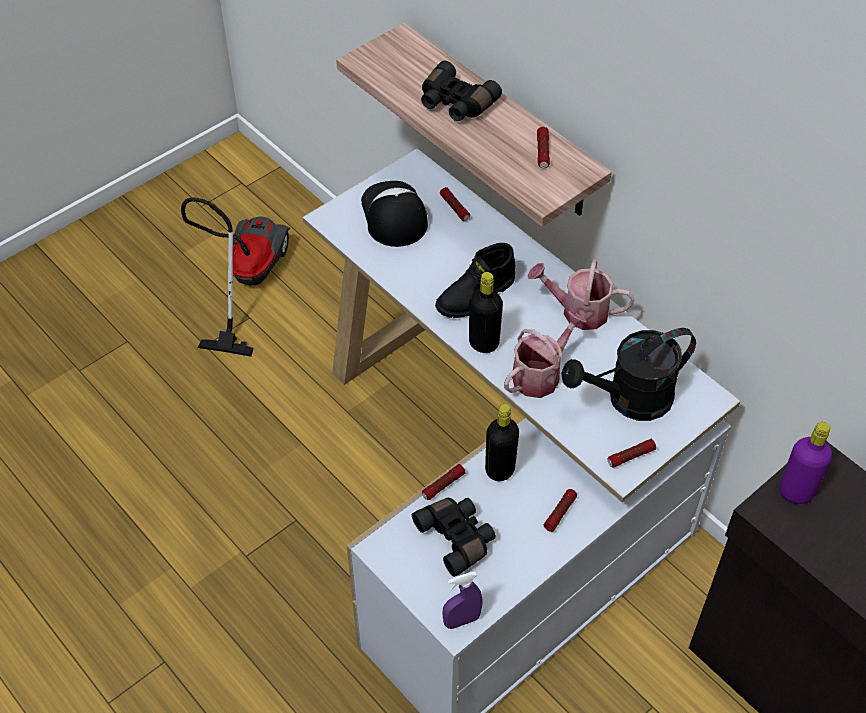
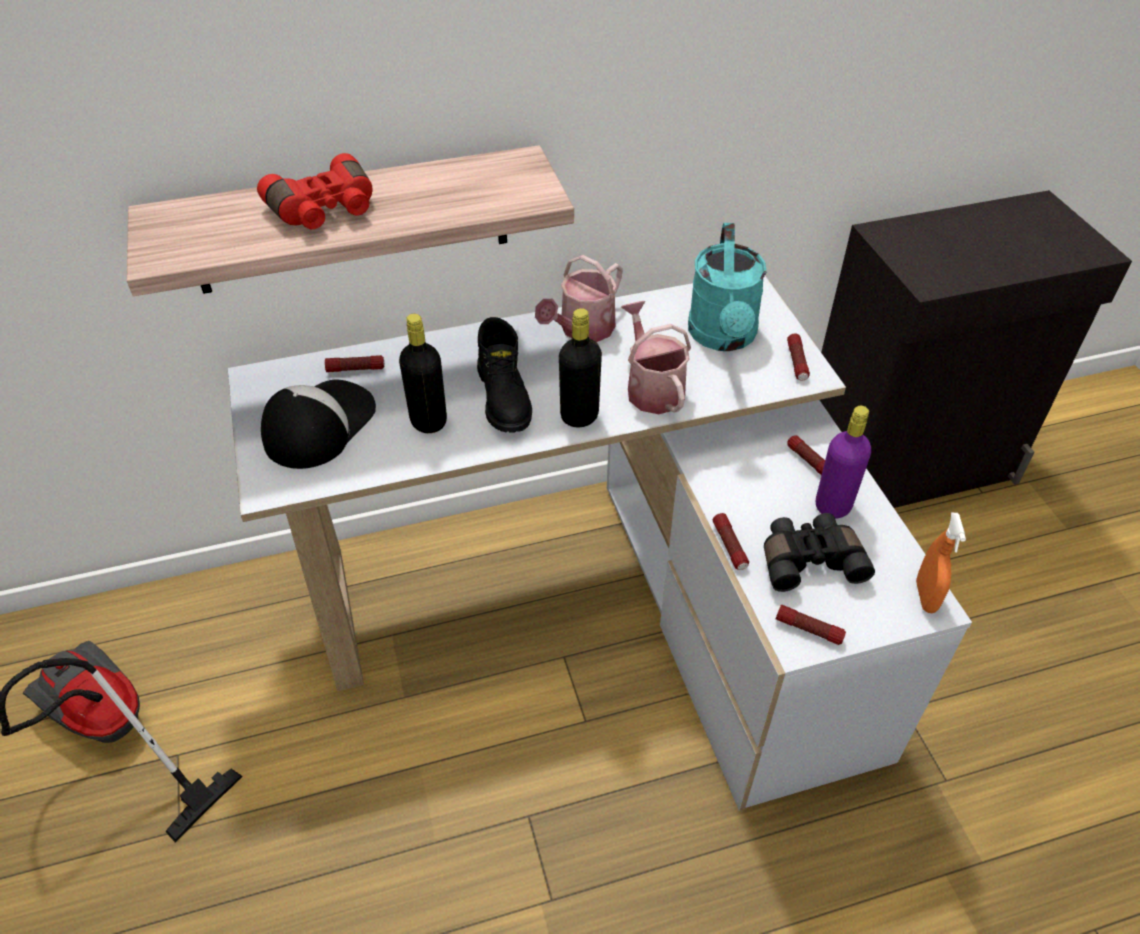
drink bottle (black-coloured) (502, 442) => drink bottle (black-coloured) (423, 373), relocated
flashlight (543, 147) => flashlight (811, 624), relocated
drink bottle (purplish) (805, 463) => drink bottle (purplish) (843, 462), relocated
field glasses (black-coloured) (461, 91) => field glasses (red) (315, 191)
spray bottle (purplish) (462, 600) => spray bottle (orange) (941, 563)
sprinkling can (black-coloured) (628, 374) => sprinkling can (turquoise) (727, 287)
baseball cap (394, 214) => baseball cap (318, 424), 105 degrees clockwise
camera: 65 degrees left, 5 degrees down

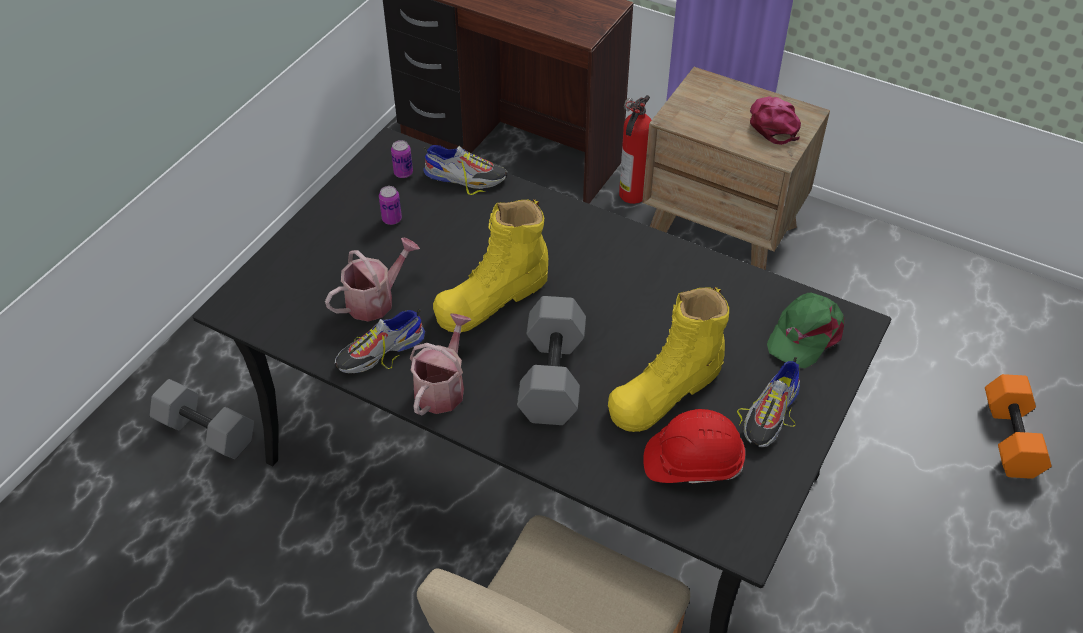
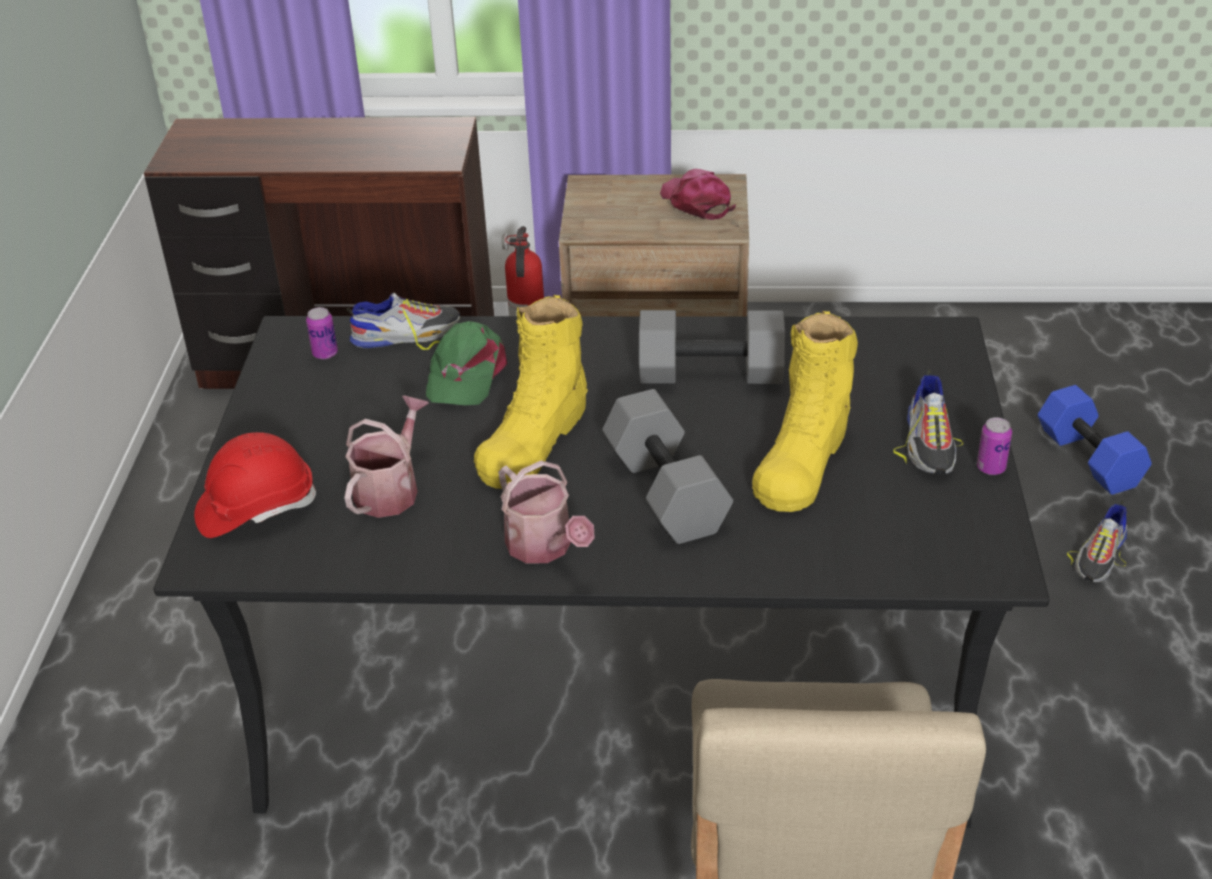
hand weight (grey) (202, 419) => hand weight (grey) (712, 347), relocated
item of footwear (380, 341) => item of footwear (1097, 541), relocated
metal can (390, 205) => metal can (994, 446), relocated
hard hat (red) (694, 446) => hard hat (red) (255, 485), relocated
baseball cap (green) (805, 330) => baseball cap (green) (466, 363), relocated
hand weight (orange) (1018, 426) => hand weight (blue) (1095, 440)
sprinkling can (440, 364) => sprinkling can (546, 512), 150 degrees clockwise
camera: 25 degrees left, 10 degrees down

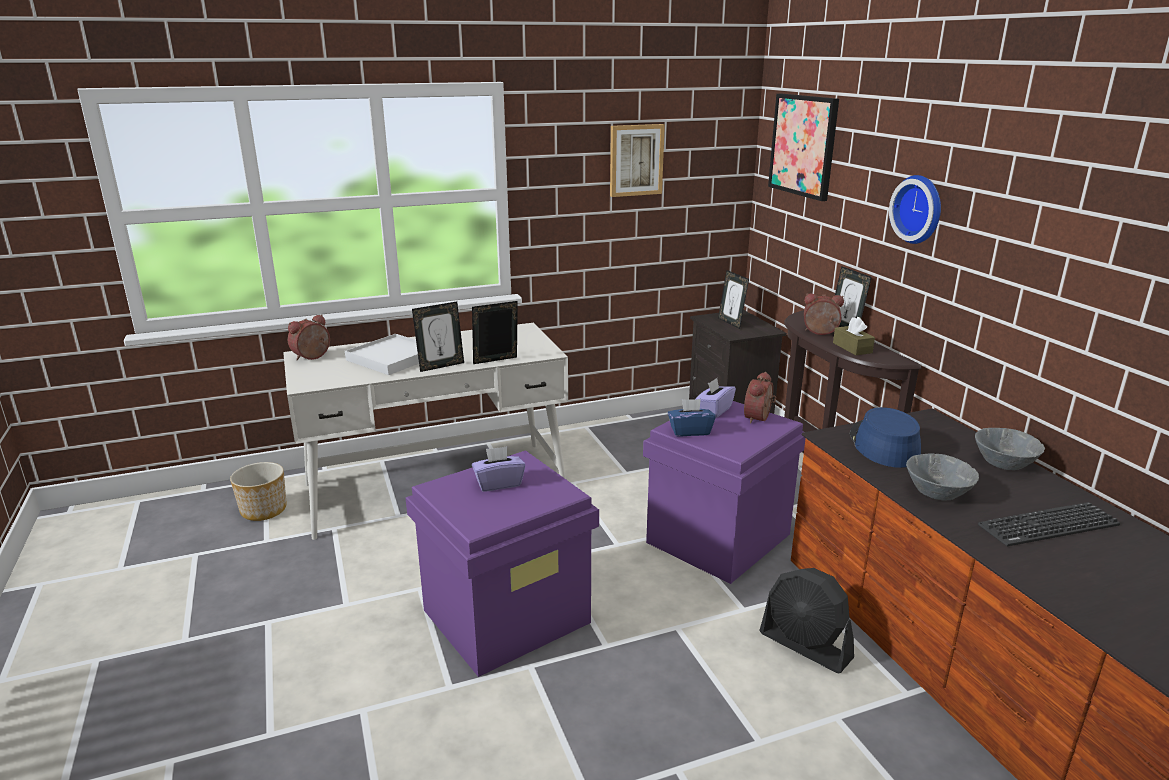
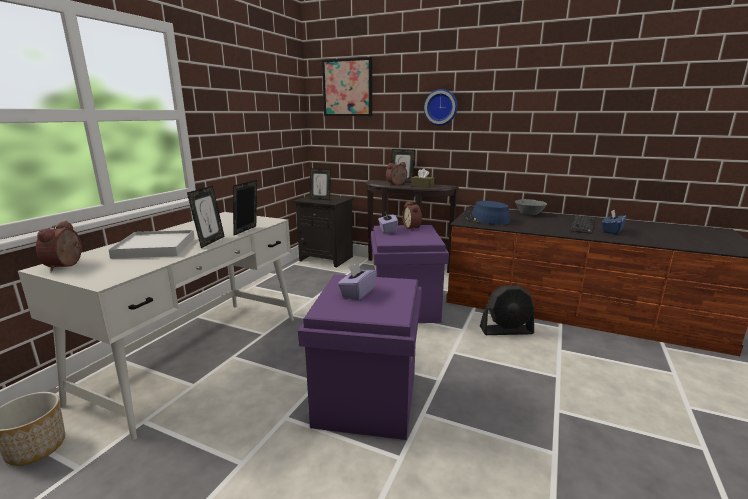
wall art (637, 160) => nothing
deep dish (grey) (942, 477) => nothing
tissue box (blue) (692, 417) => tissue box (blue) (614, 222), relocated
camera: 45 degrees left, 5 degrees down

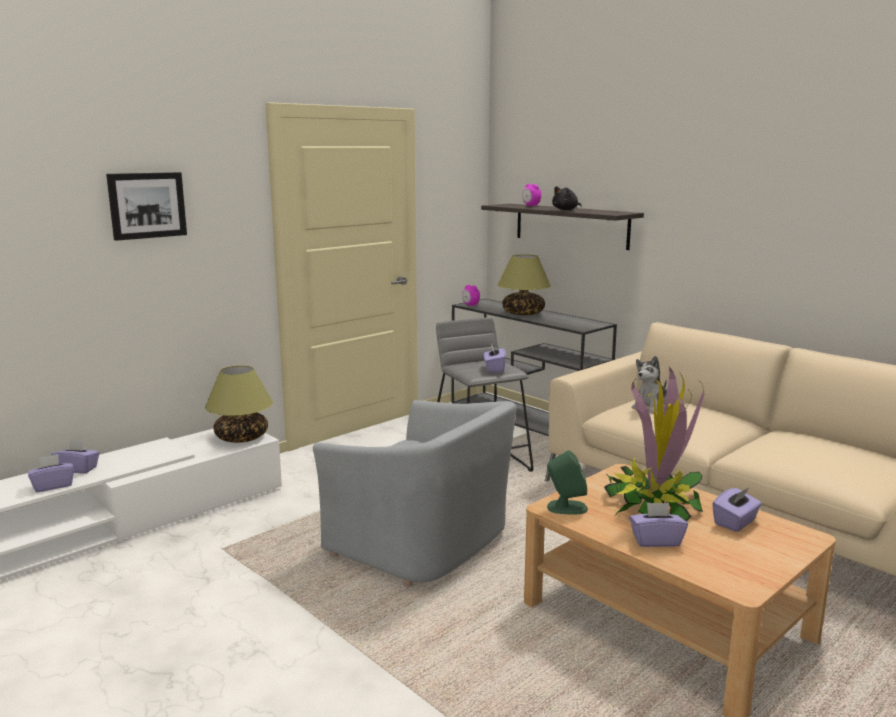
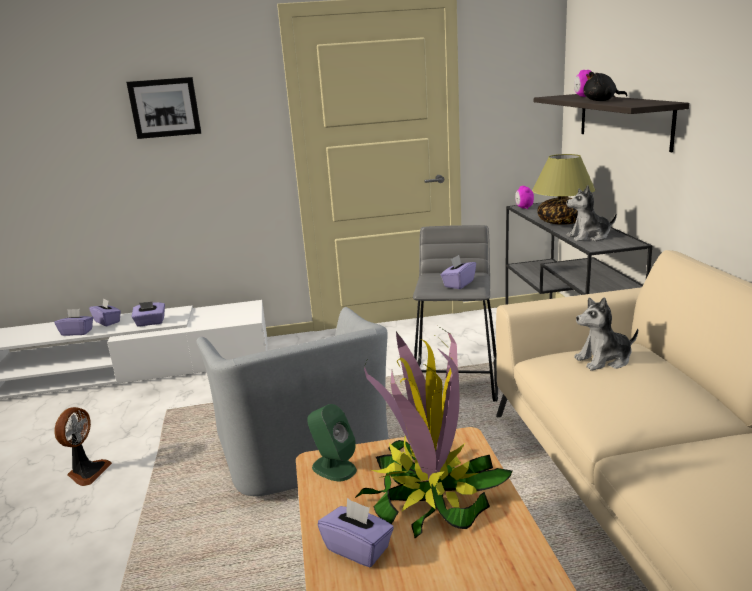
table lamp (239, 404) => nothing
nothing => electric fan (83, 446)
nothing => soft toy (591, 213)
tissue box (purplish) (737, 509) => tissue box (purplish) (148, 314), relocated
camera: 35 degrees right, 5 degrees up

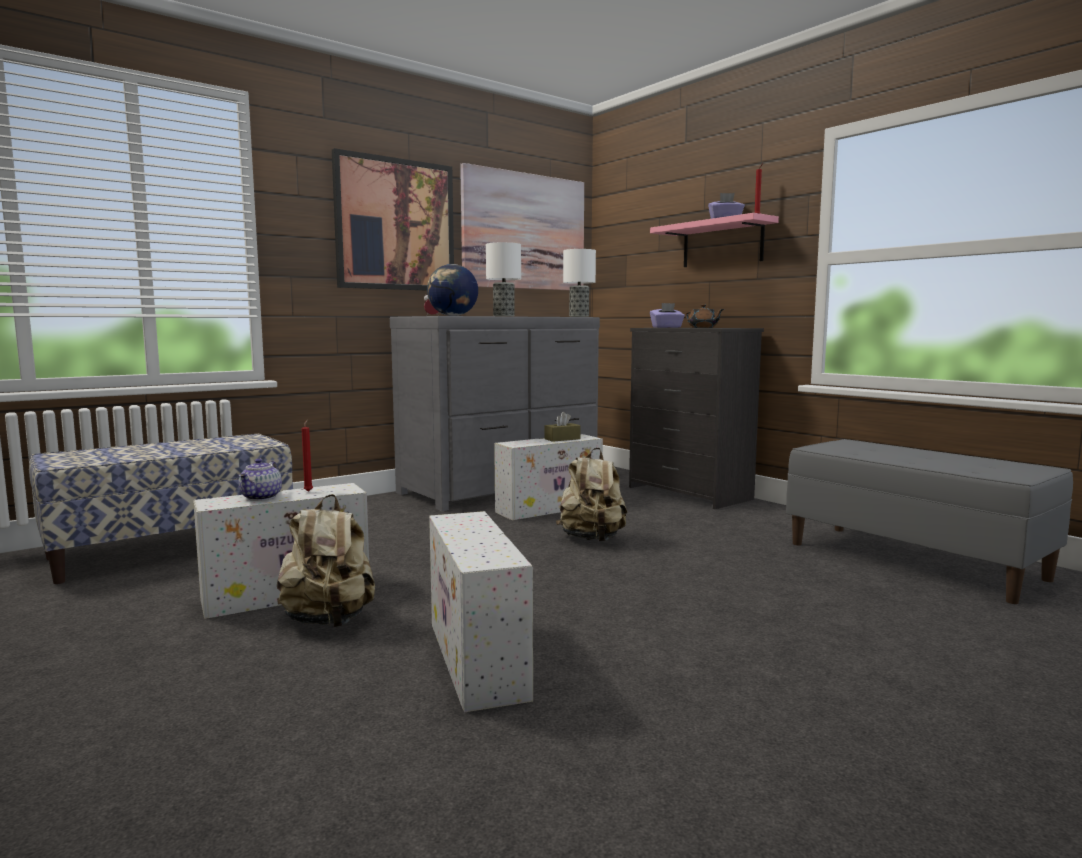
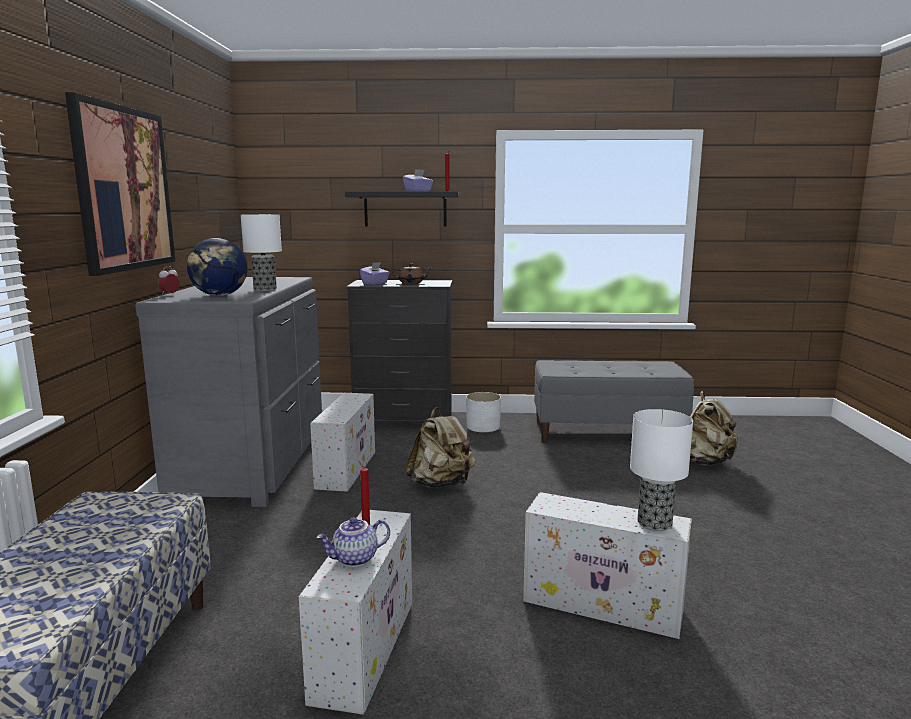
wall art (522, 226) => nothing
tissue box (brown) (562, 427) => nothing
nothing => planter (whitish) (483, 412)
rucksack (sand-coloured) (326, 560) => rucksack (sand-coloured) (714, 428), relocated
table lamp (579, 283) => table lamp (661, 470), relocated
shelf (pink) (714, 240) => shelf (black-coloured) (402, 209)
tea pot (260, 480) => tea pot (353, 542), 105 degrees clockwise
camera: 50 degrees left, 5 degrees up

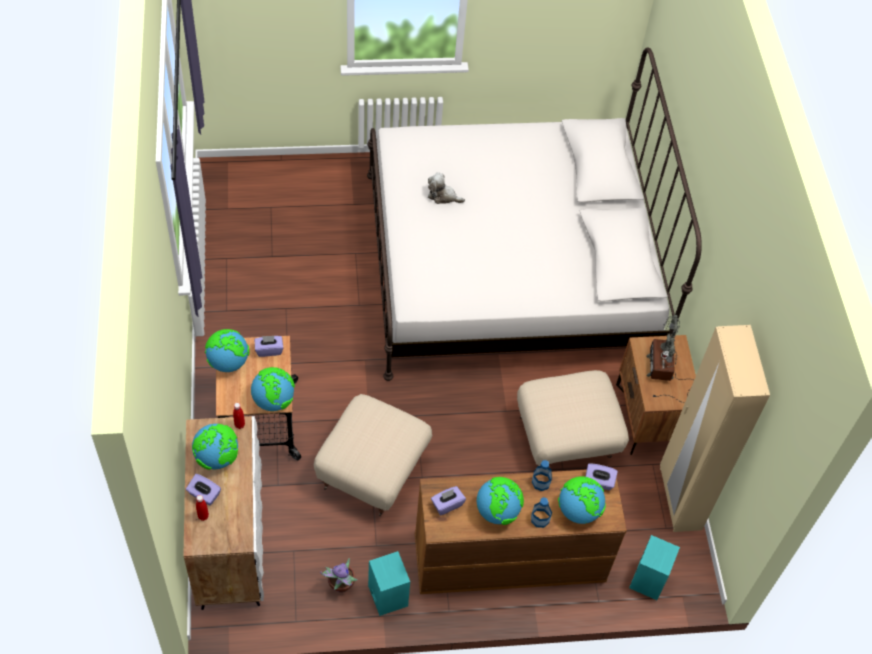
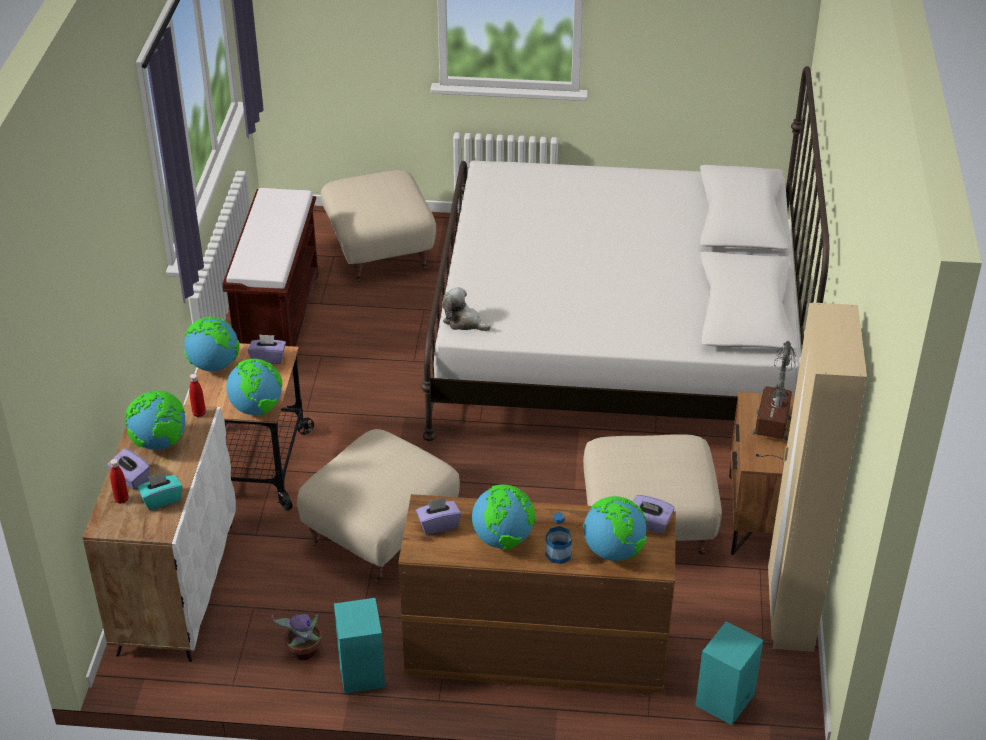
drink bottle (542, 475) => nothing
nothing => tissue box (turquoise) (159, 491)
nothing => indoor bench (brown) (270, 267)
nothing => footrest (sand-coloured) (378, 226)
soft toy (446, 188) => soft toy (466, 309), relocated
camera: 15 degrees right, 15 degrees down

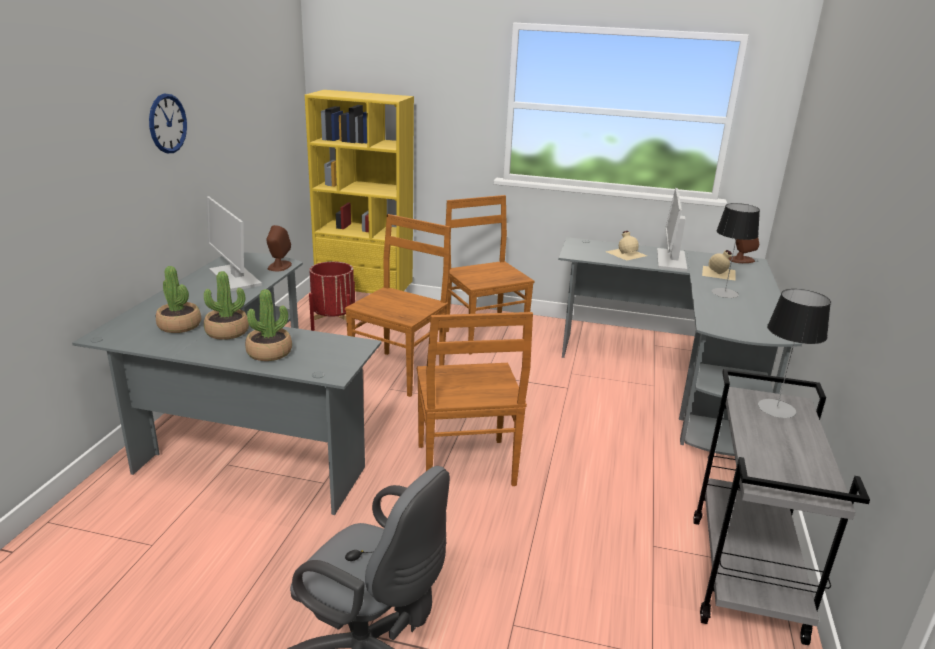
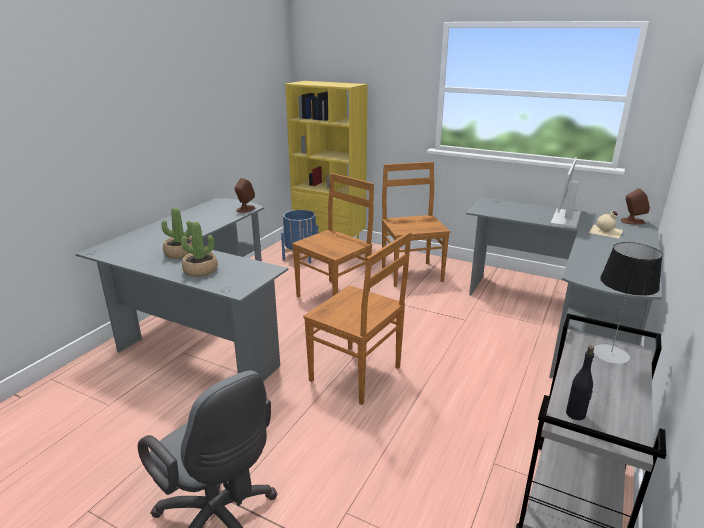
wall clock (168, 123) => nothing
houseplant (178, 299) => nothing
computer display (234, 243) => nothing
drink bottle (sand-coloured) (626, 246) => nothing
table lamp (735, 250) => nothing
nothing => drink bottle (black-coloured) (580, 383)
planter (red) (332, 296) => planter (blue) (299, 236)
chair (brown) (475, 399) => chair (brown) (357, 318), 60 degrees counterclockwise
camera: 15 degrees right, 0 degrees up

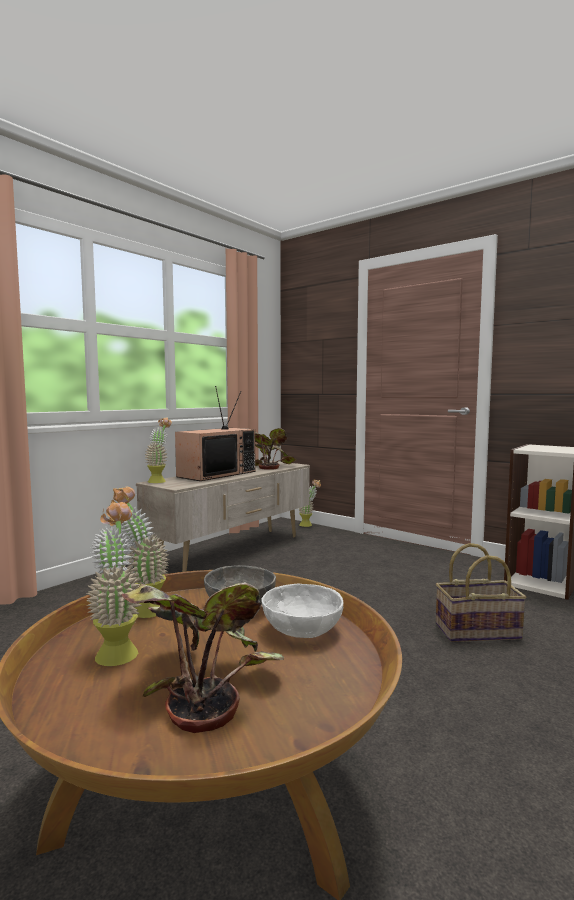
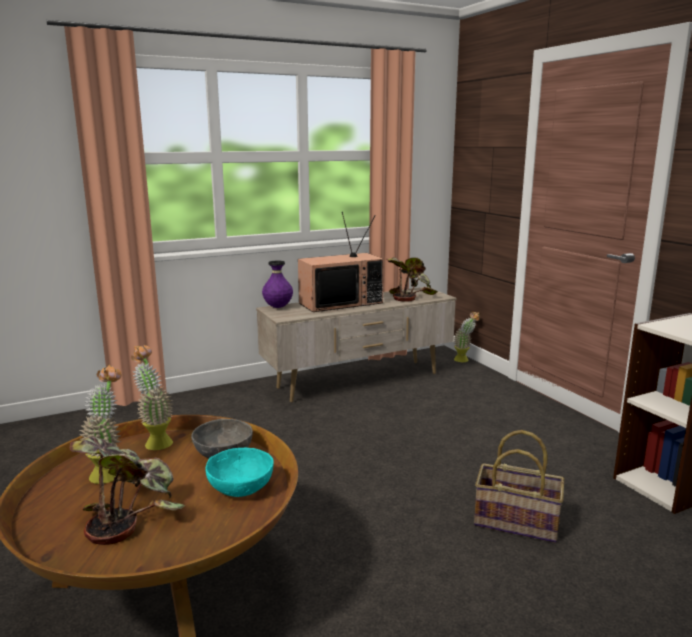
houseplant (158, 450) => vase (purplish) (277, 284)
deep dish (whitish) (302, 611) => deep dish (turquoise) (239, 472)
camera: 25 degrees right, 10 degrees up

